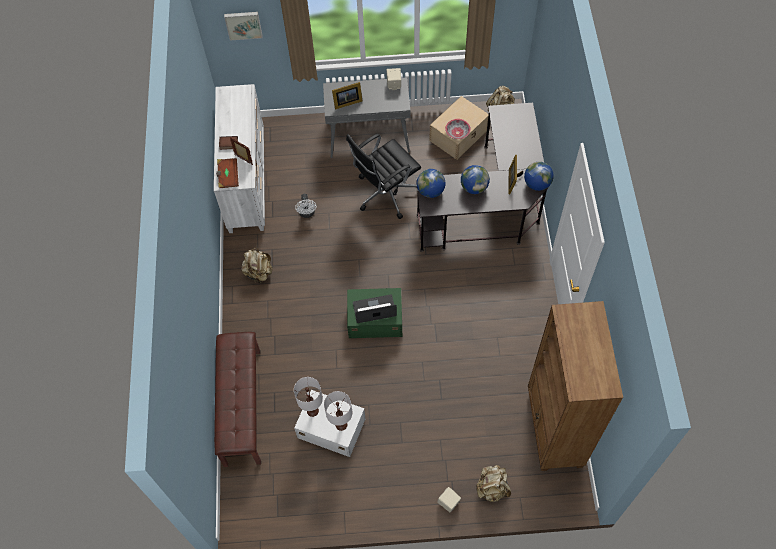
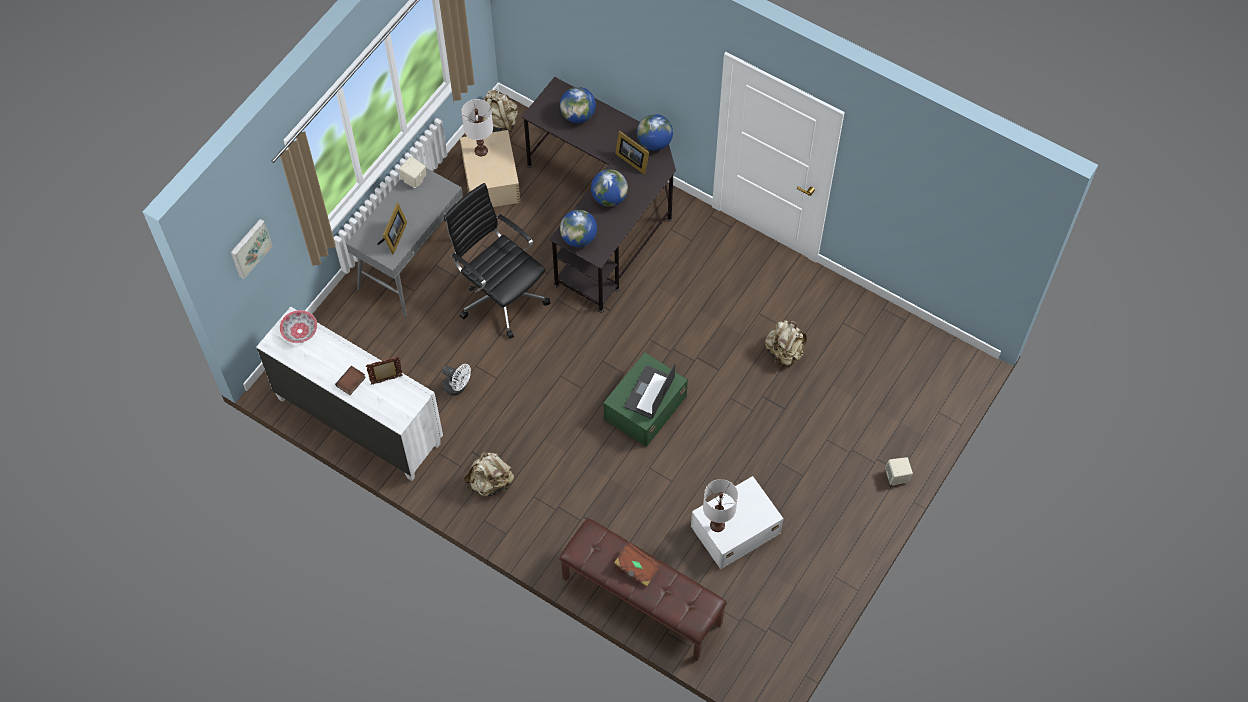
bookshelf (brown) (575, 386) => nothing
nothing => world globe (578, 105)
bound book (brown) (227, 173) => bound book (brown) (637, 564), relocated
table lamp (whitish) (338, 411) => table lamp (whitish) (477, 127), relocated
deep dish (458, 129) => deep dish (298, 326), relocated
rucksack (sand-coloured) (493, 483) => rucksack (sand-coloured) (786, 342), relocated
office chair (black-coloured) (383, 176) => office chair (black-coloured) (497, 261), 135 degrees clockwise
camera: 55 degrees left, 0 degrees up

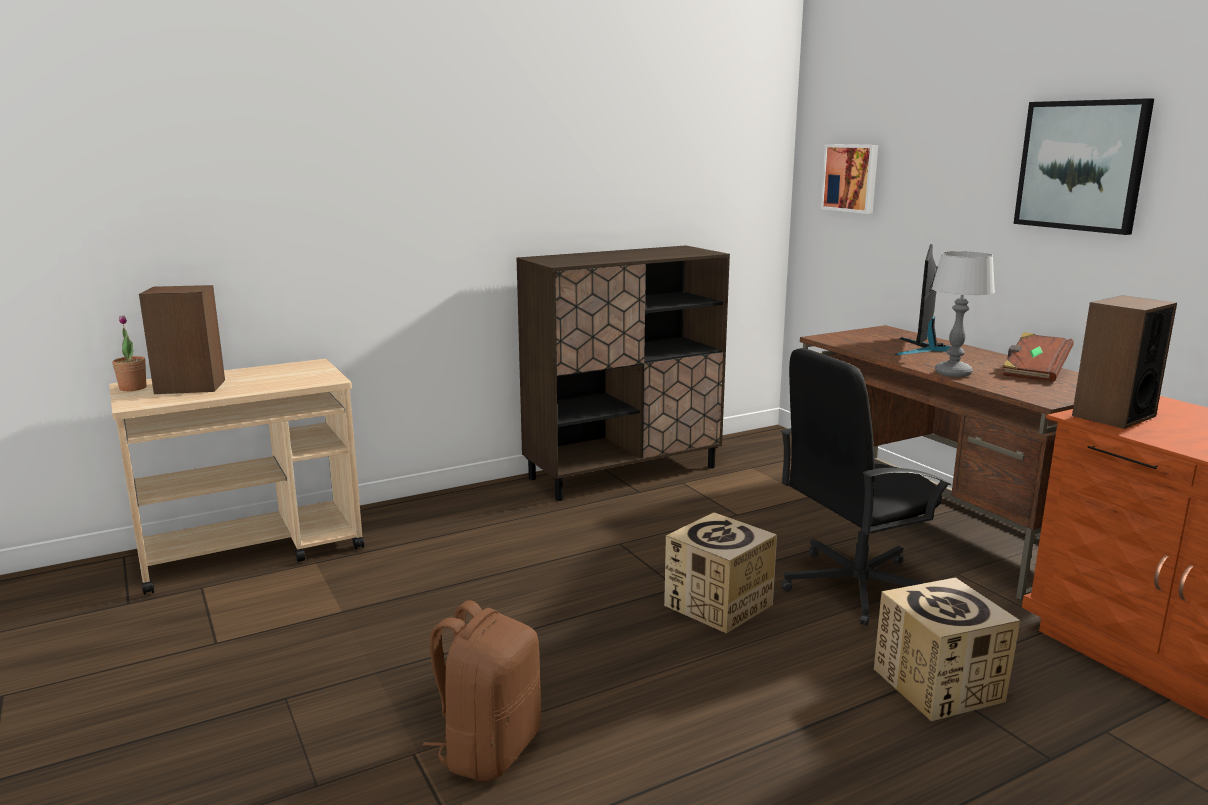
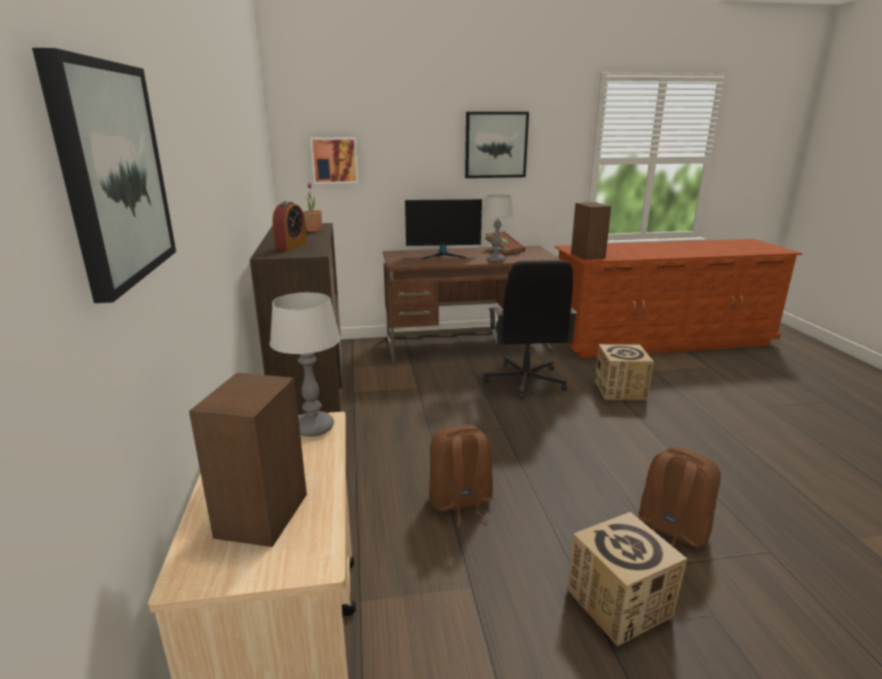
nothing => wall art (104, 175)
nothing => table lamp (305, 364)
nothing => bedside clock (289, 226)
nothing => rucksack (brown) (461, 475)
houseplant (129, 353) => houseplant (312, 207), relocated
carton (720, 572) => carton (627, 579), relocated
computer display (923, 299) => computer display (443, 229), 45 degrees counterclockwise
camera: 70 degrees left, 5 degrees up

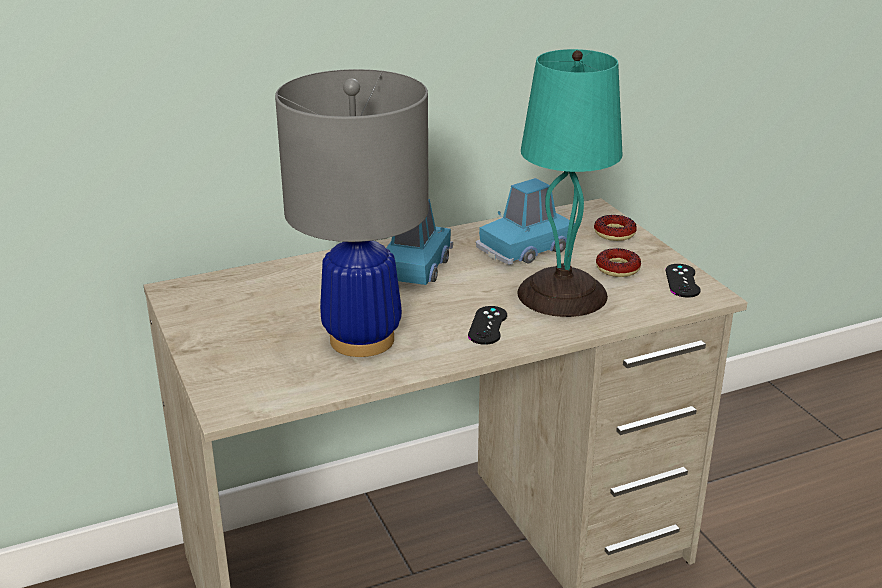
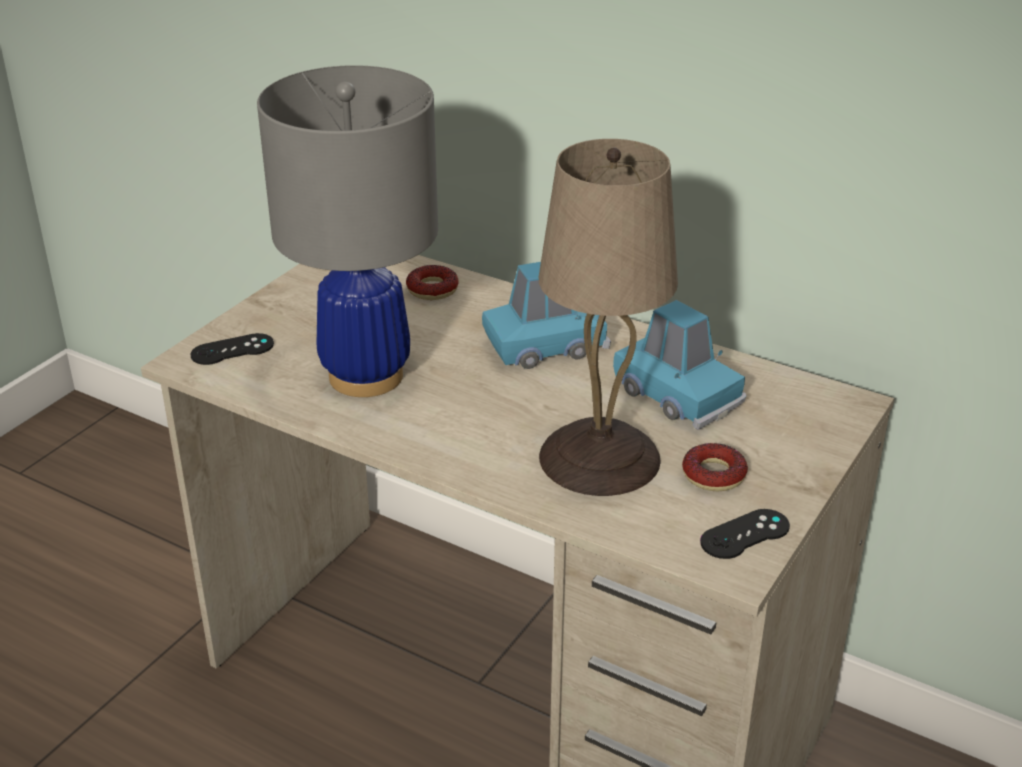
joypad (black-coloured) (487, 325) => joypad (black-coloured) (232, 349), relocated
donut (615, 228) => donut (432, 282), relocated
table lamp (turquoise) (570, 183) => table lamp (sand-coloured) (608, 317)
toy car (blue) (525, 221) => toy car (blue) (680, 365), 150 degrees counterclockwise
camera: 55 degrees right, 5 degrees up

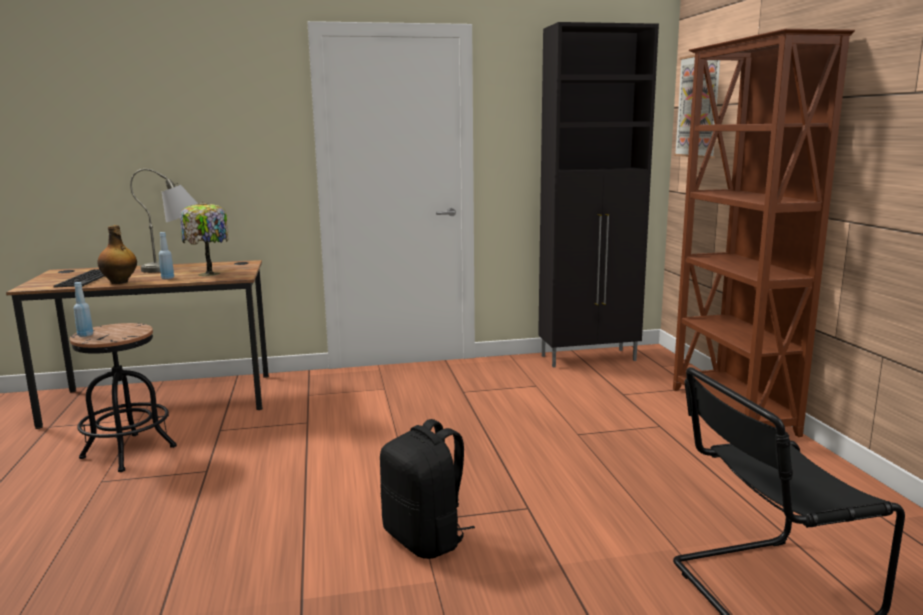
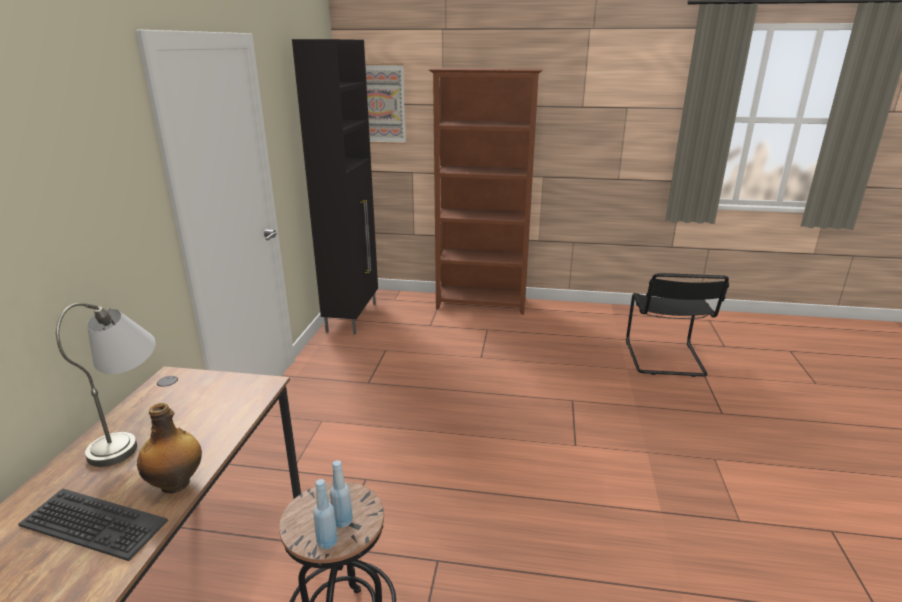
table lamp (204, 239) => nothing
rucksack (black-coloured) (427, 489) => nothing
drink bottle (blue) (166, 255) => drink bottle (blue) (341, 494), relocated
camera: 70 degrees left, 10 degrees up

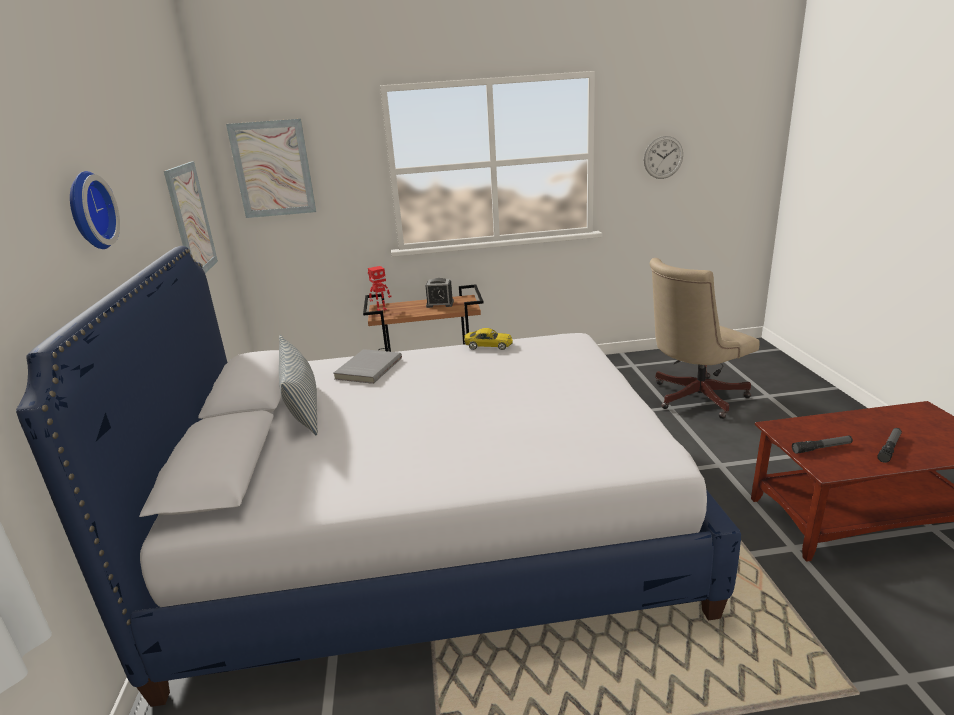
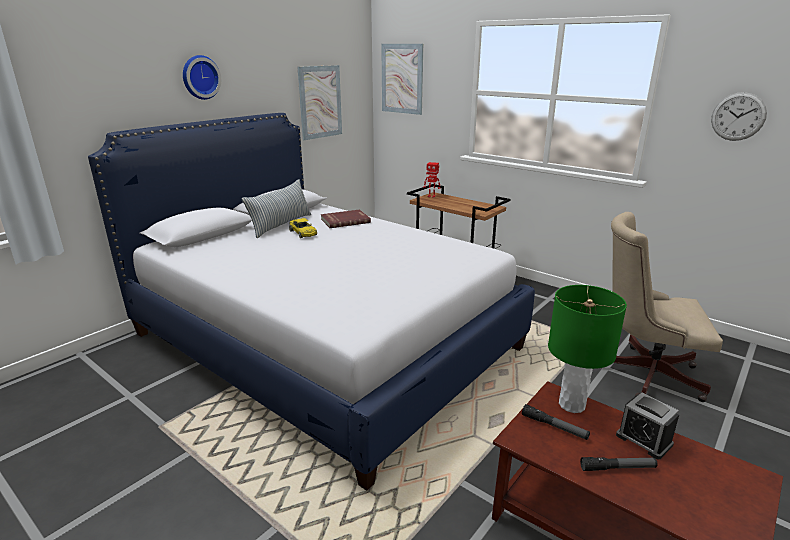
nothing => table lamp (green) (587, 349)
bedside clock (439, 293) => bedside clock (647, 426), relocated
toy car (yellowish) (488, 339) => toy car (yellowish) (303, 228), relocated
bound book (grey) (368, 366) => bound book (red) (346, 219)
camera: 45 degrees right, 0 degrees up

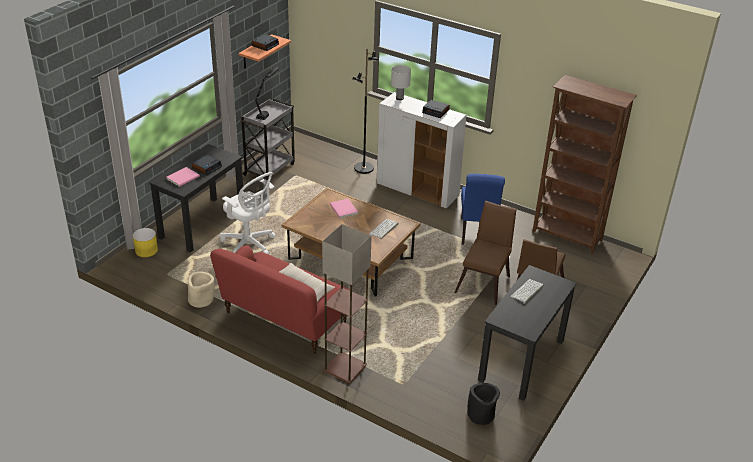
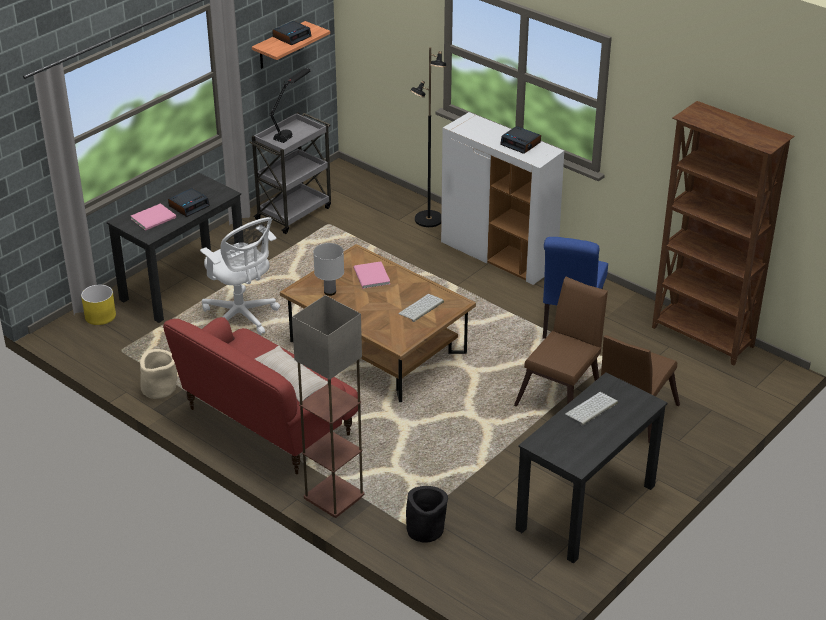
table lamp (whitish) (401, 82) => table lamp (whitish) (328, 269), relocated
planter (black-coloured) (483, 404) => planter (black-coloured) (427, 514), relocated
camera: 10 degrees right, 0 degrees up

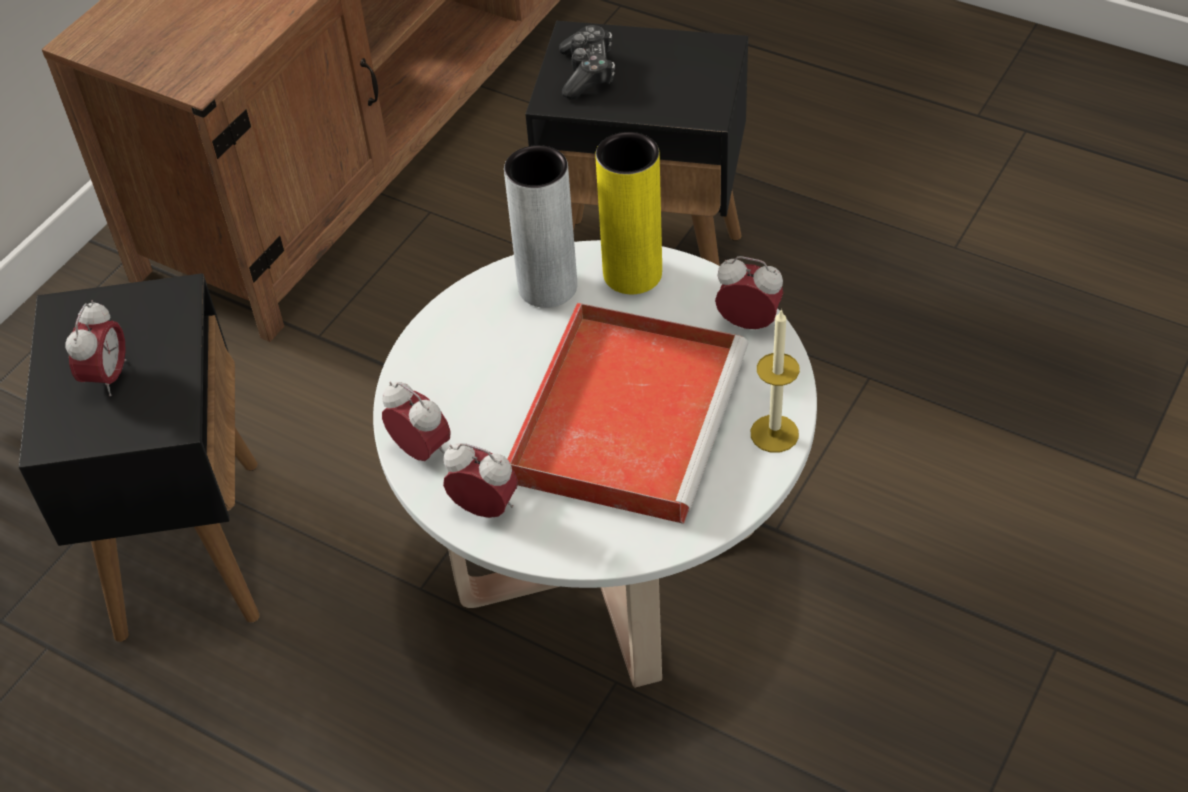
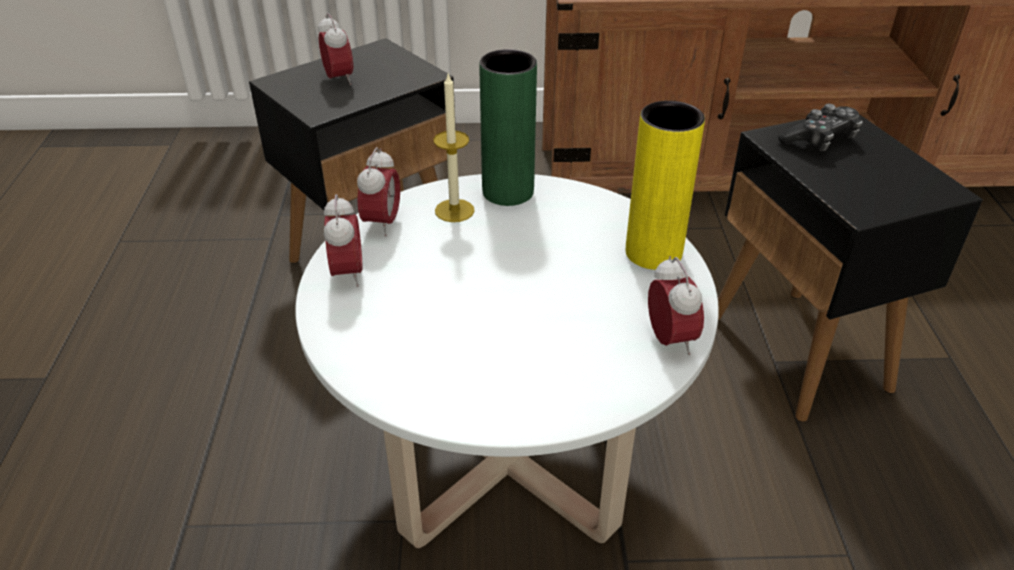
vase (grey) (540, 226) => nothing
serving tray (red) (627, 413) => nothing
nothing => vase (green) (508, 127)
wax light (775, 381) => wax light (454, 147), relocated
bedside clock (96, 348) => bedside clock (335, 49), 90 degrees counterclockwise
camera: 55 degrees right, 10 degrees down

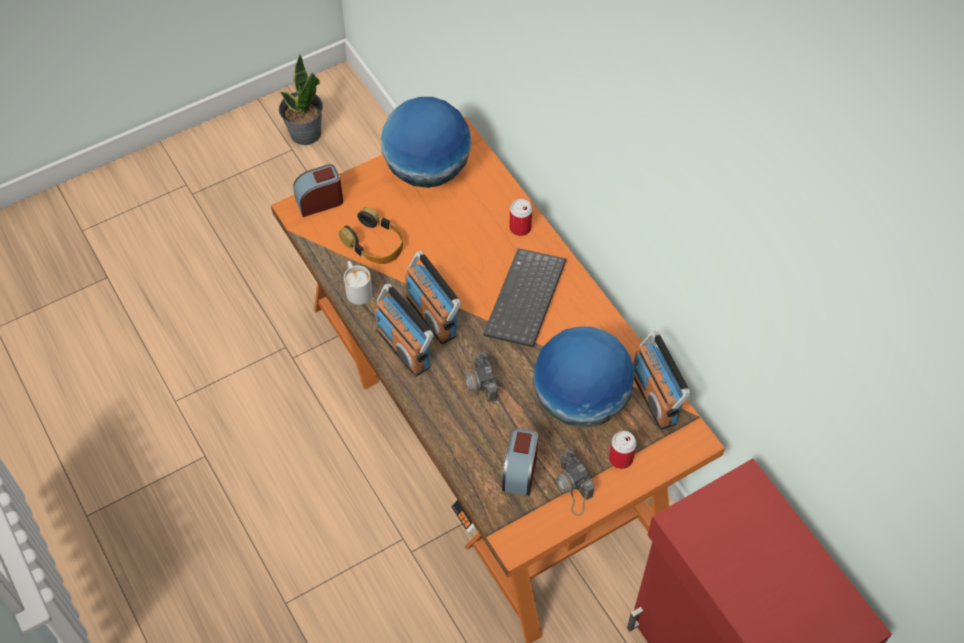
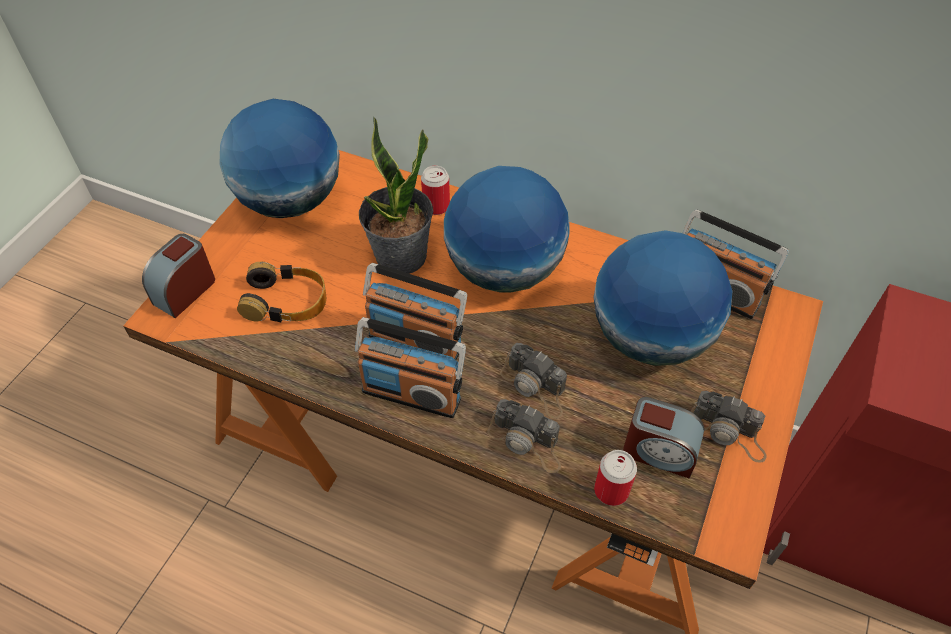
mug (whitish) (358, 283) => nothing
nothing => still camera (524, 436)
houseplant (301, 99) => houseplant (396, 195), relocated
metal can (623, 450) => metal can (615, 478), relocated
keyboard (524, 297) => world globe (507, 229)
bedside clock (520, 462) => bedside clock (664, 437), 45 degrees counterclockwise
camera: 35 degrees left, 5 degrees down

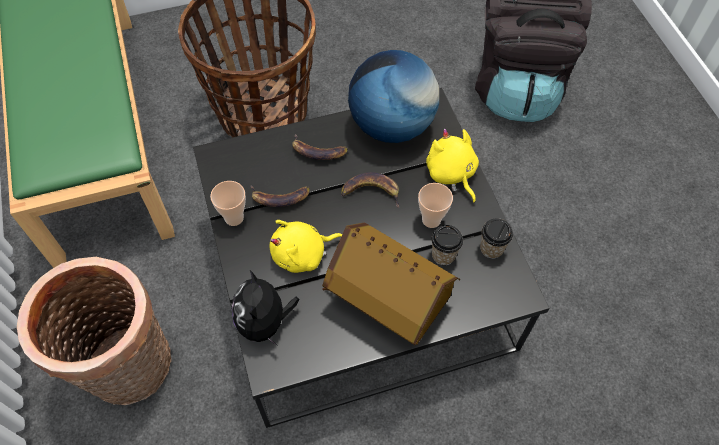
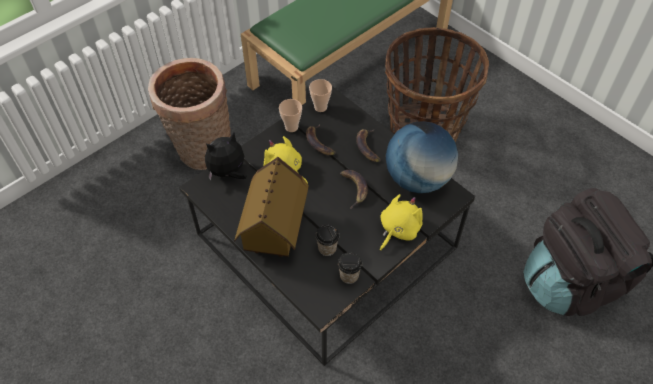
drinking cup (435, 205) => drinking cup (320, 95), relocated
camera: 65 degrees right, 5 degrees down

